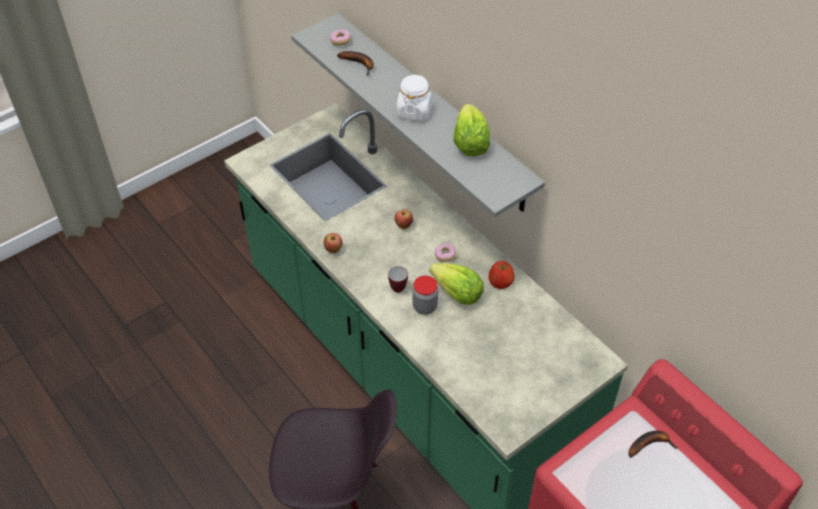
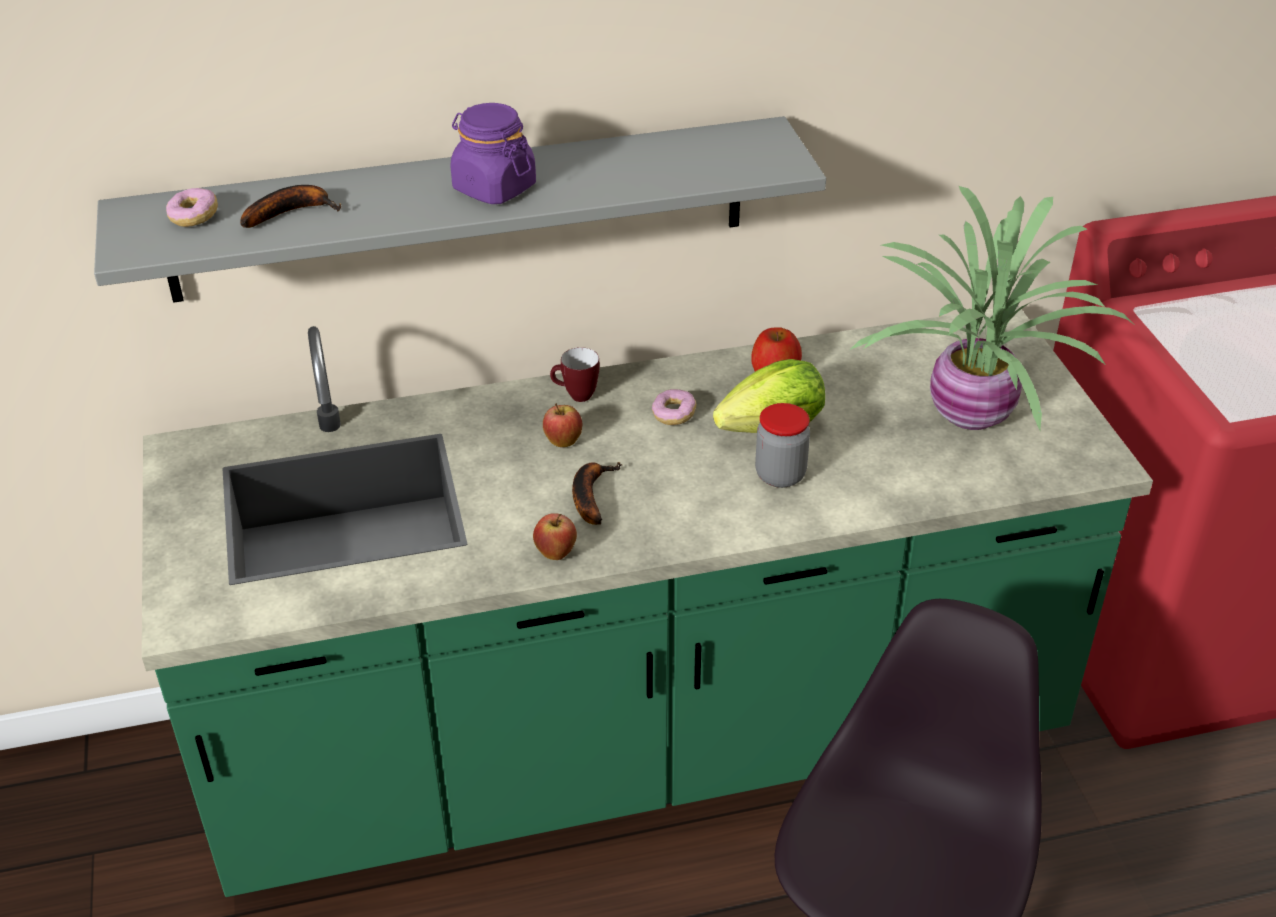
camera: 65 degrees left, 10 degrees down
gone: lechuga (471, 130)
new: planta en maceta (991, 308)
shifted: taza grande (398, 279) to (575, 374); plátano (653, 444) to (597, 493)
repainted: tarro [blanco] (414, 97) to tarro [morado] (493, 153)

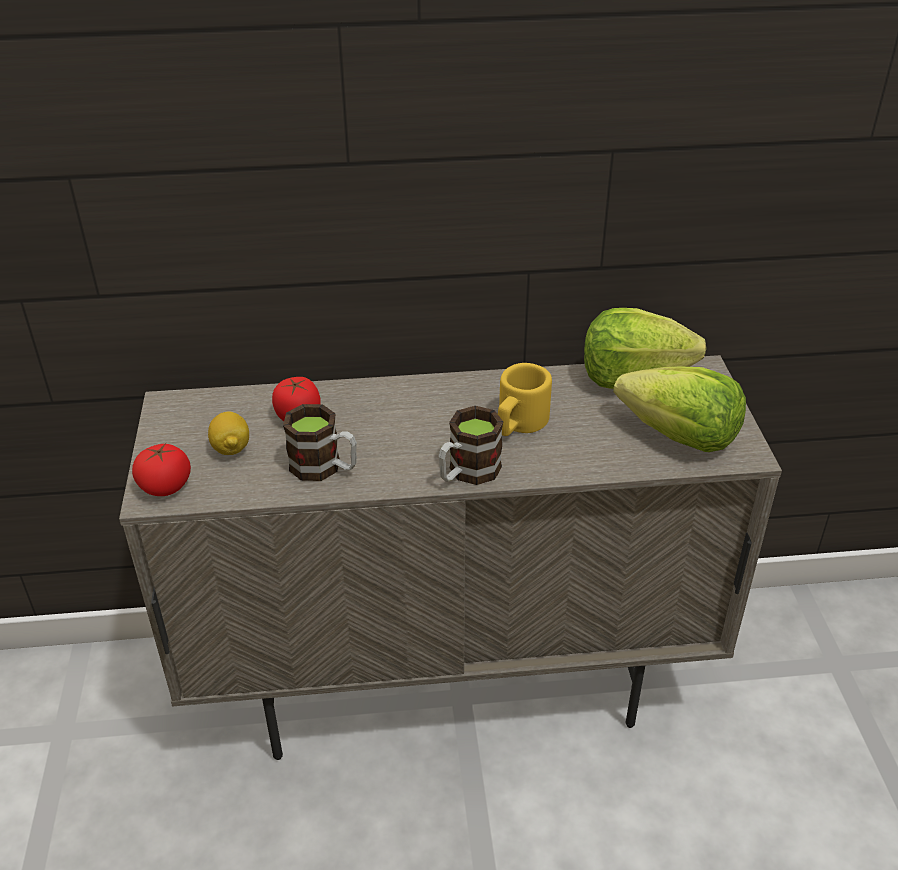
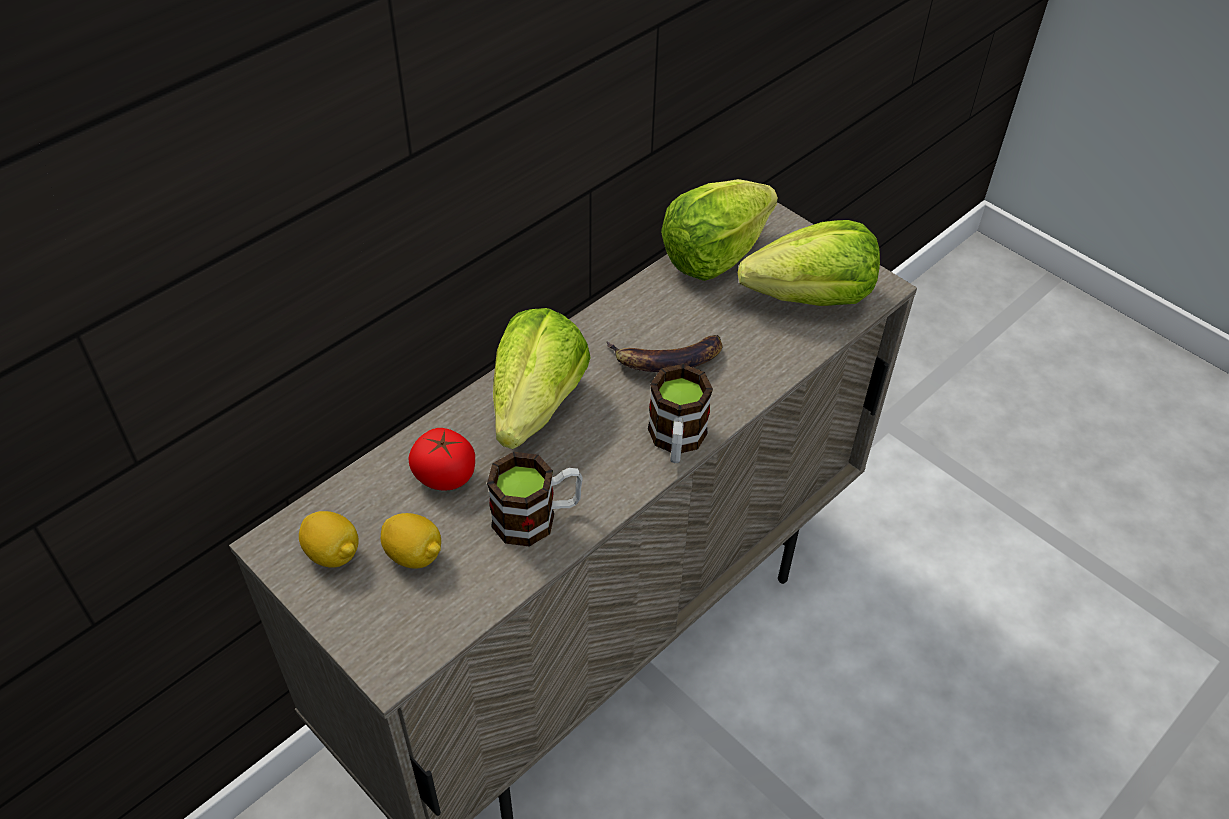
camera: 40 degrees left, 10 degrees up
gone: tomate (161, 469)
new: lechuga (542, 378); limón (329, 539)
swapped: taza grande [amarillo] (525, 399) to plátano (664, 353)

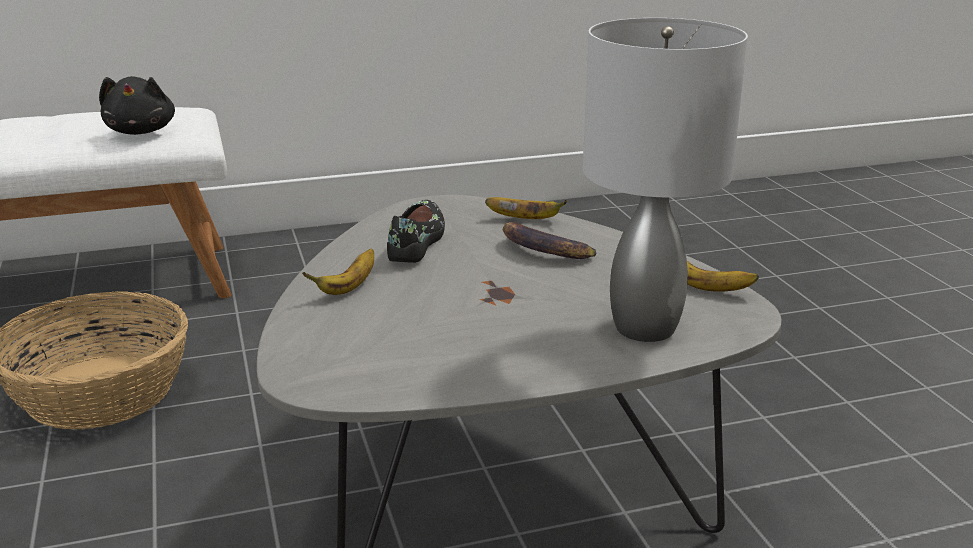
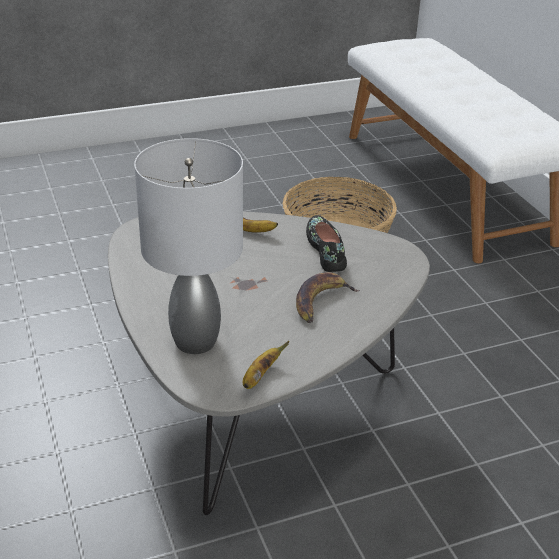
camera: 85 degrees right, 10 degrees up
gone: peluche [negro] (137, 105); plátano (526, 208)
rotated: zapato [negro] (416, 231) = (326, 243) 105 degrees counterclockwise

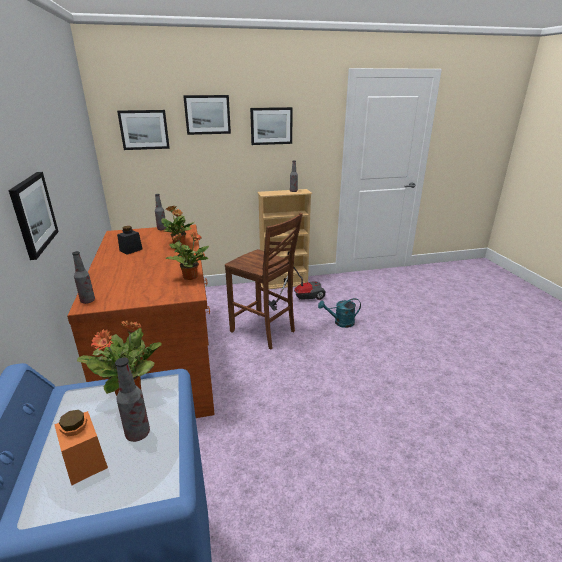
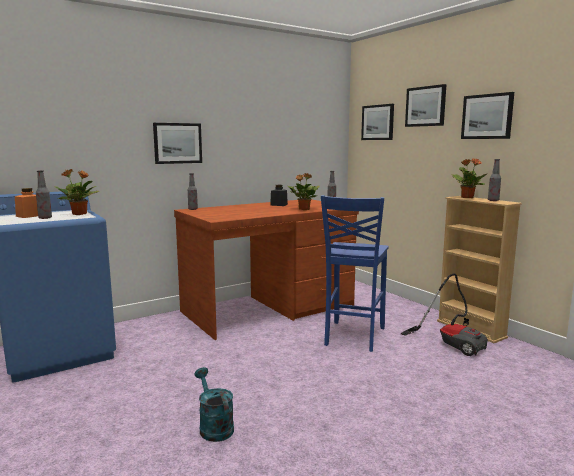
camera: 70 degrees right, 15 degrees down
shifted: planta en maceta (187, 256) to (469, 178); regadera [turquesa] (339, 313) to (214, 404)
repainted: silla [marrón] (264, 281) to silla [azul] (355, 273)

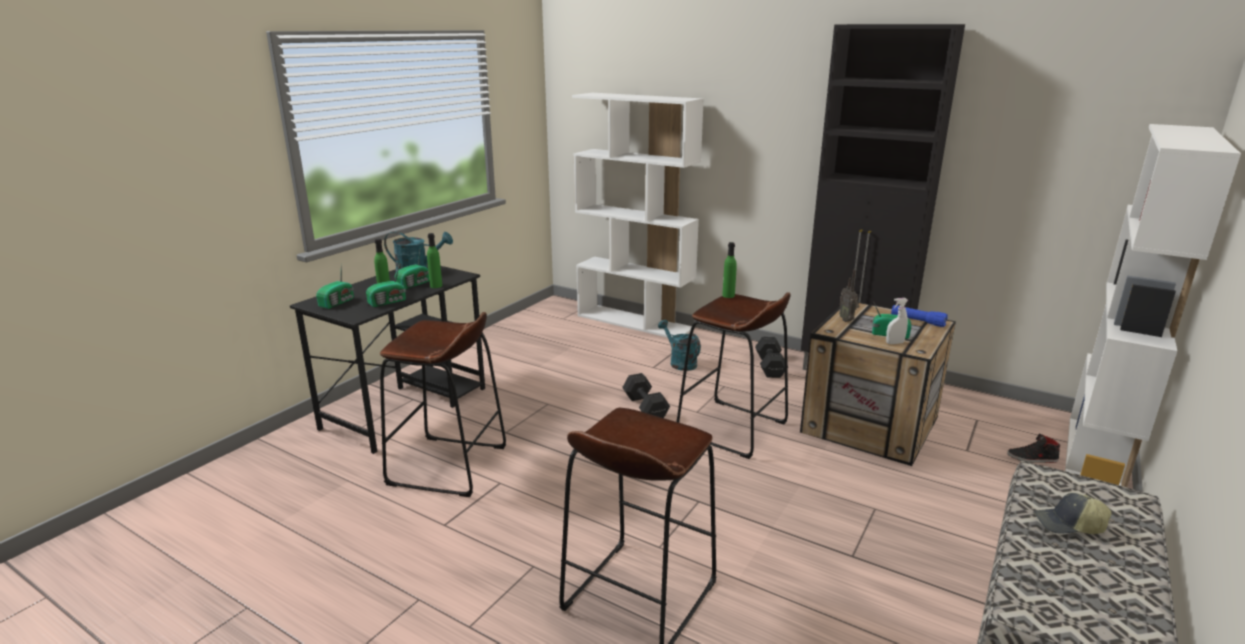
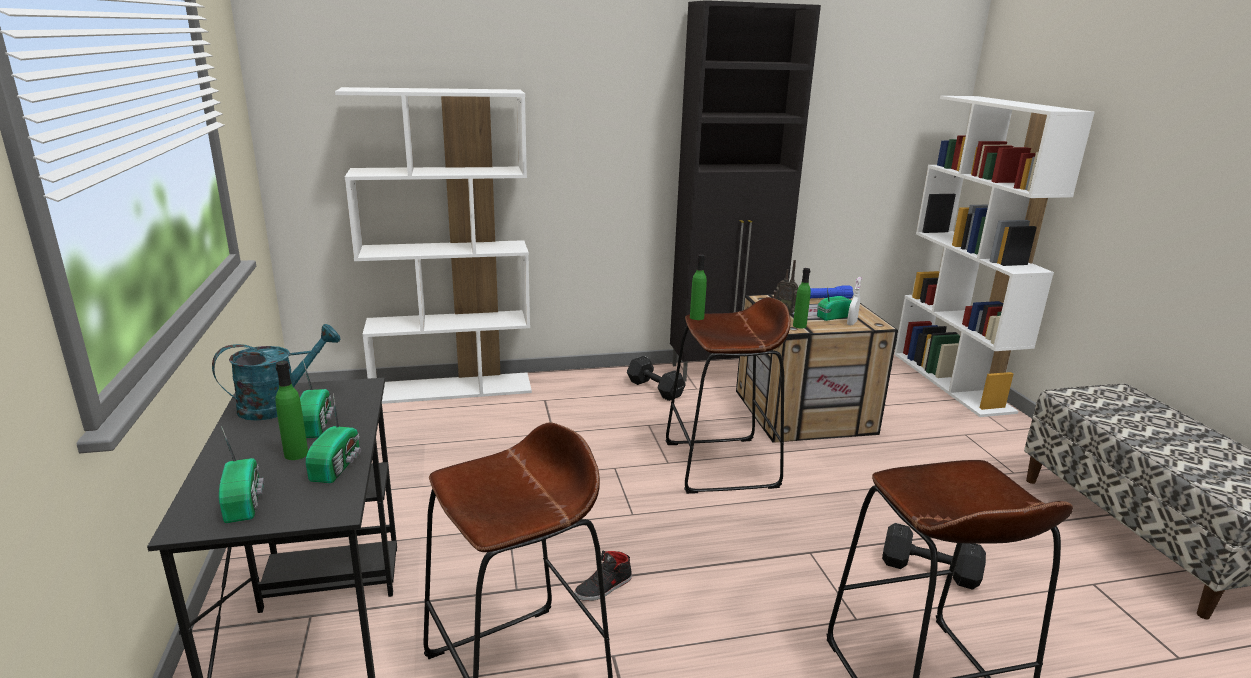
camera: 45 degrees left, 0 degrees up
gone: regadera [turquesa] (679, 345); gorra (1073, 513)
shifted: botella [verde] (434, 260) to (802, 298); mancuerna [negro] (646, 395) to (934, 556); zapato [negro] (1033, 448) to (603, 576)

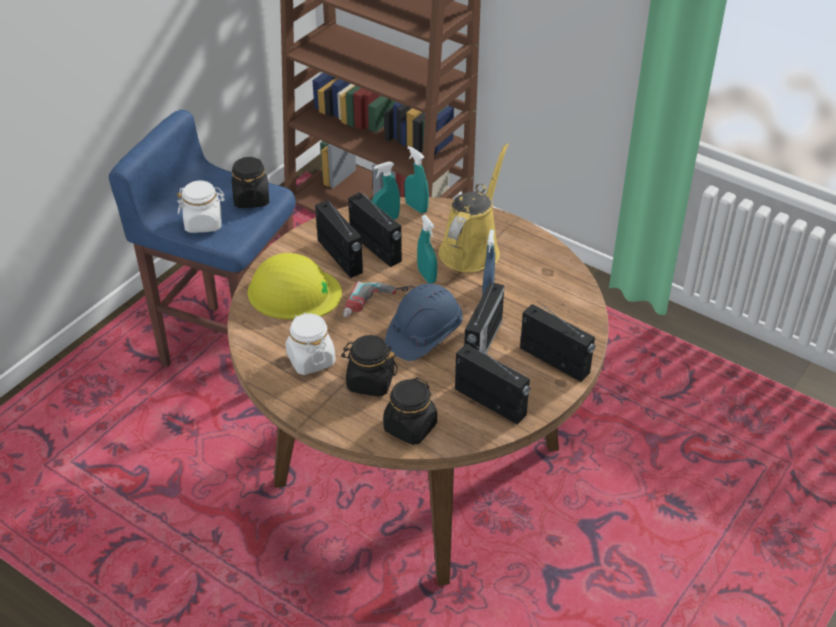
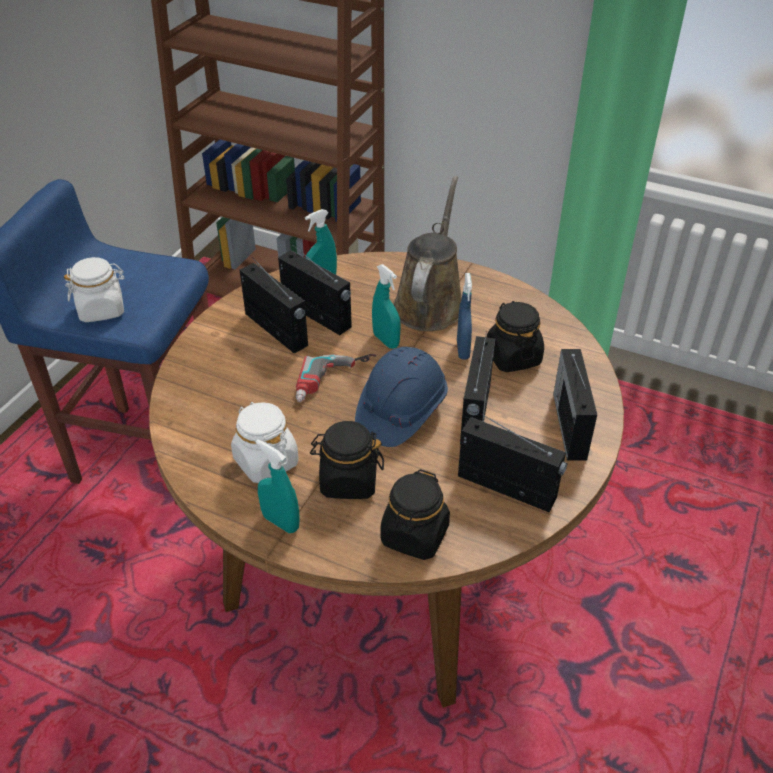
camera: 10 degrees left, 0 degrees up
gone: casco [amarillo] (295, 286)
shifted: pulverizador [turquesa] (417, 180) to (278, 486); tarro [negro] (250, 182) to (515, 336)
repainted: regadera [amarillo] (474, 208) to regadera [marrón] (427, 253)
rotated: radio (557, 341) = (575, 405) 120 degrees counterclockwise

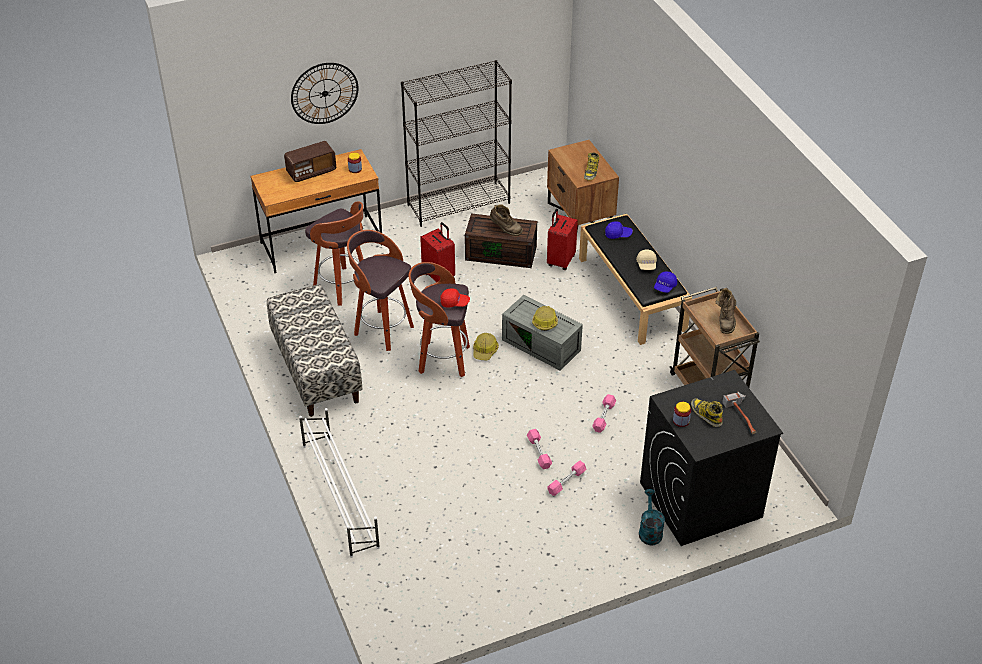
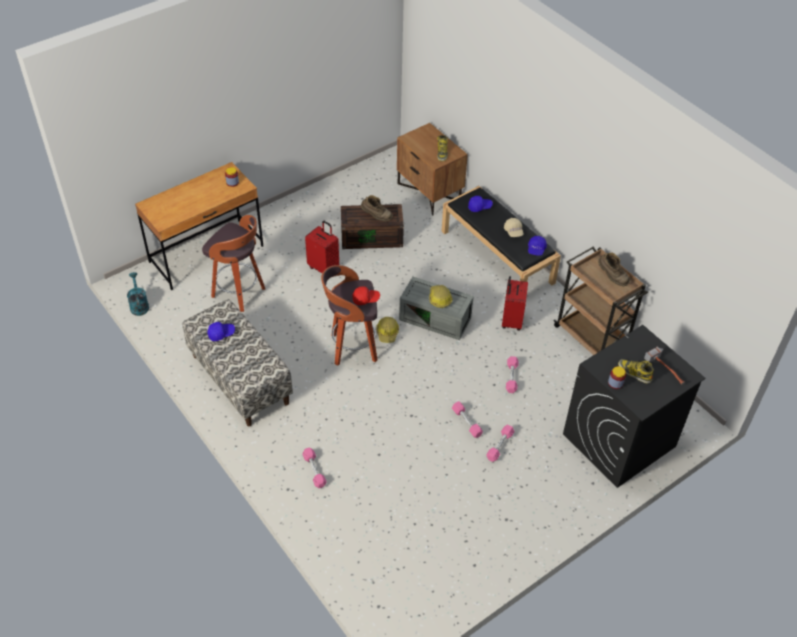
camera: 15 degrees left, 5 degrees up
gone: estantería [negro] (456, 143); reloj de pared (324, 93); radio (310, 161); taburete (380, 290); zapatero [blanco] (339, 483)
new: gorra [azul] (221, 331); mancuerna [rosa] (314, 468)
shifted: maleta [rojo] (562, 239) to (515, 303); regadera [turquesa] (652, 517) to (138, 294)
rotated: bota [marrón] (726, 311) = (614, 269) 45 degrees counterclockwise

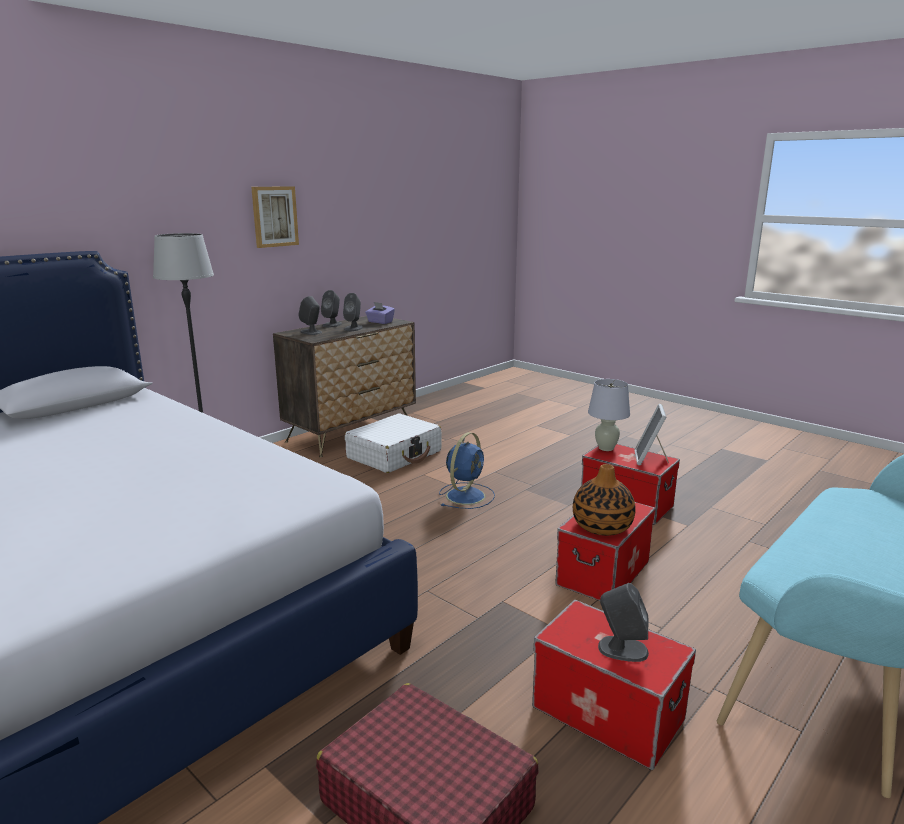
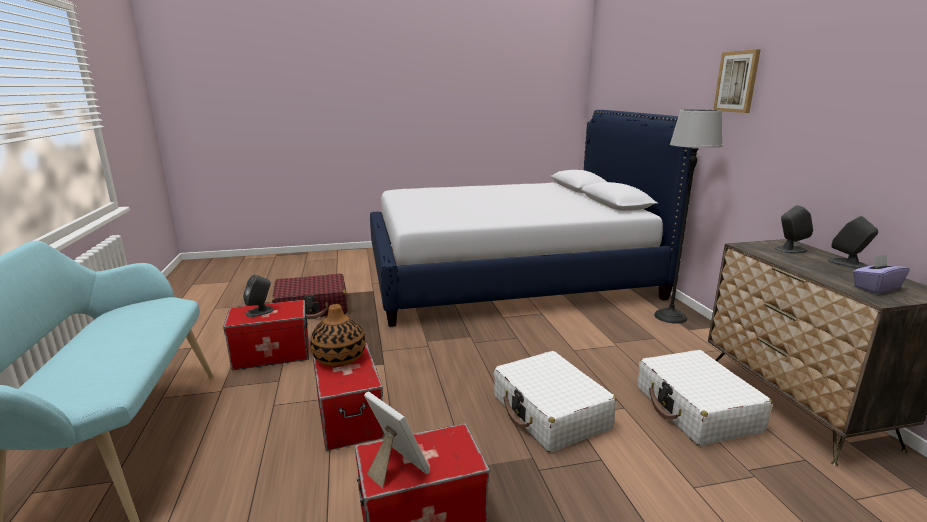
camera: 125 degrees right, 0 degrees up
gone: altavoz [gris] (353, 312); lámpara de mesa [blanco] (609, 415)
shifted: cuadro (275, 217) to (737, 81)
swapped: ventilador [azul] (467, 470) to maleta [blanco] (555, 402)

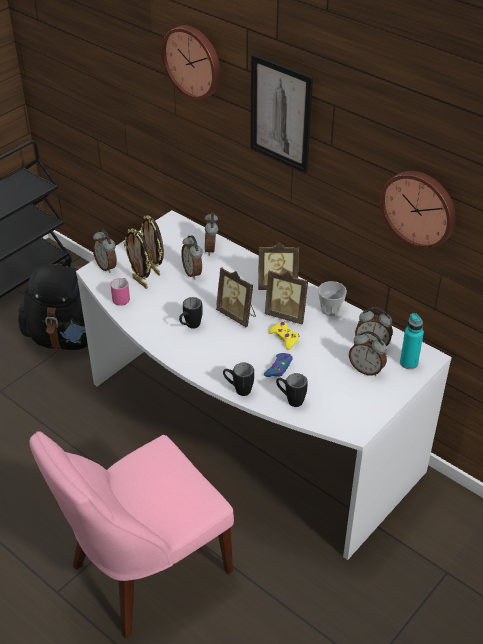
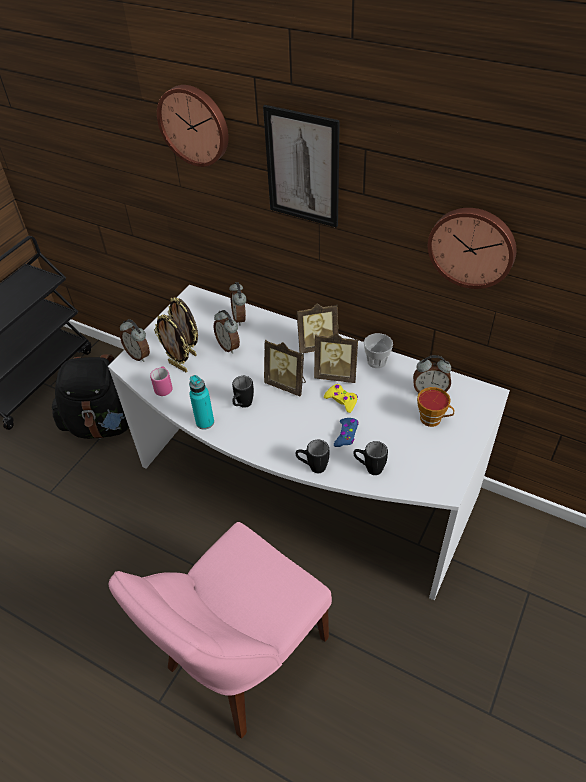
camera: 10 degrees left, 5 degrees up
shifted: botella [turquesa] (412, 341) to (201, 402)
swapped: despertador (368, 353) to taza (436, 407)

